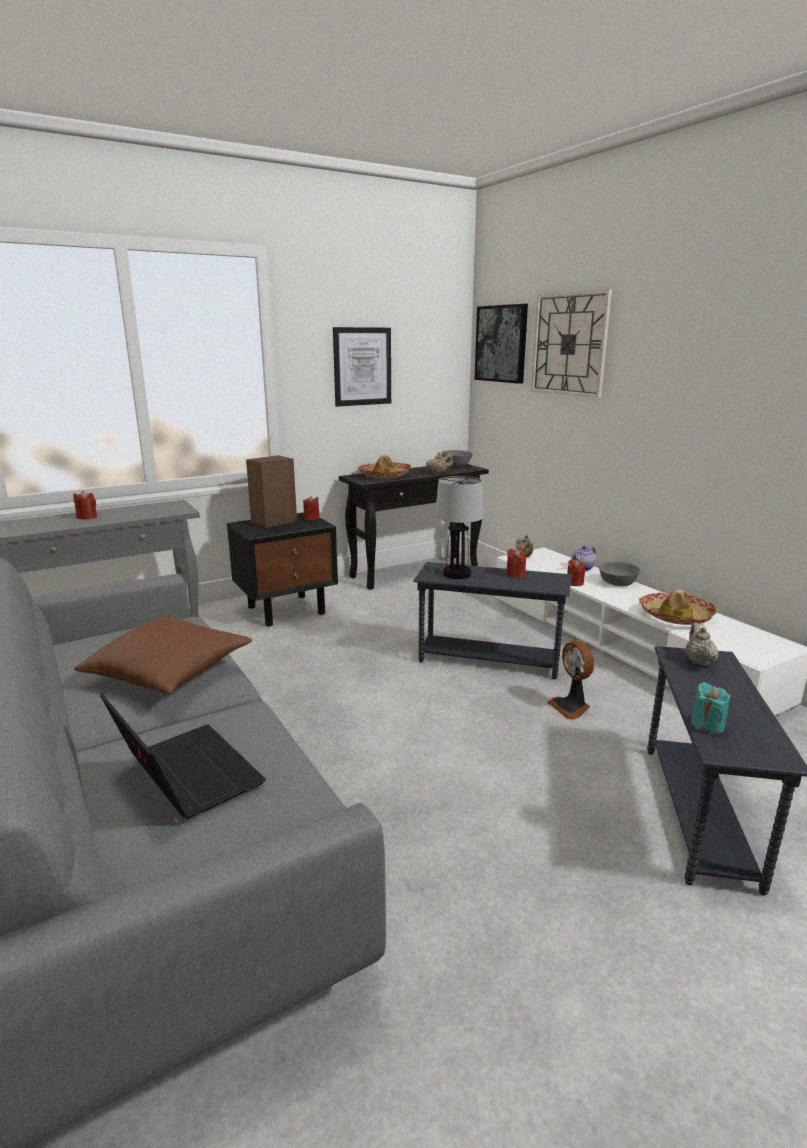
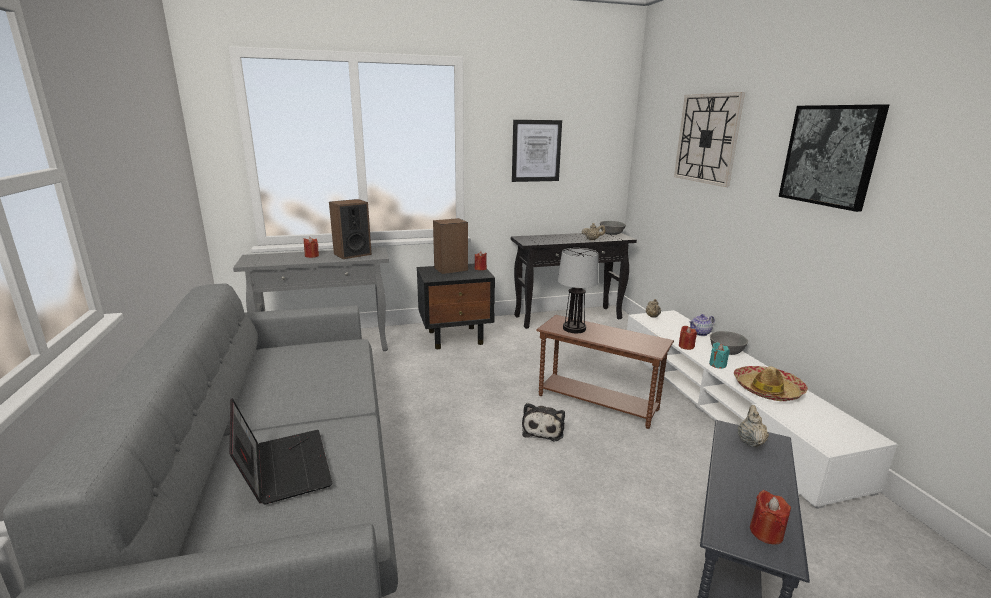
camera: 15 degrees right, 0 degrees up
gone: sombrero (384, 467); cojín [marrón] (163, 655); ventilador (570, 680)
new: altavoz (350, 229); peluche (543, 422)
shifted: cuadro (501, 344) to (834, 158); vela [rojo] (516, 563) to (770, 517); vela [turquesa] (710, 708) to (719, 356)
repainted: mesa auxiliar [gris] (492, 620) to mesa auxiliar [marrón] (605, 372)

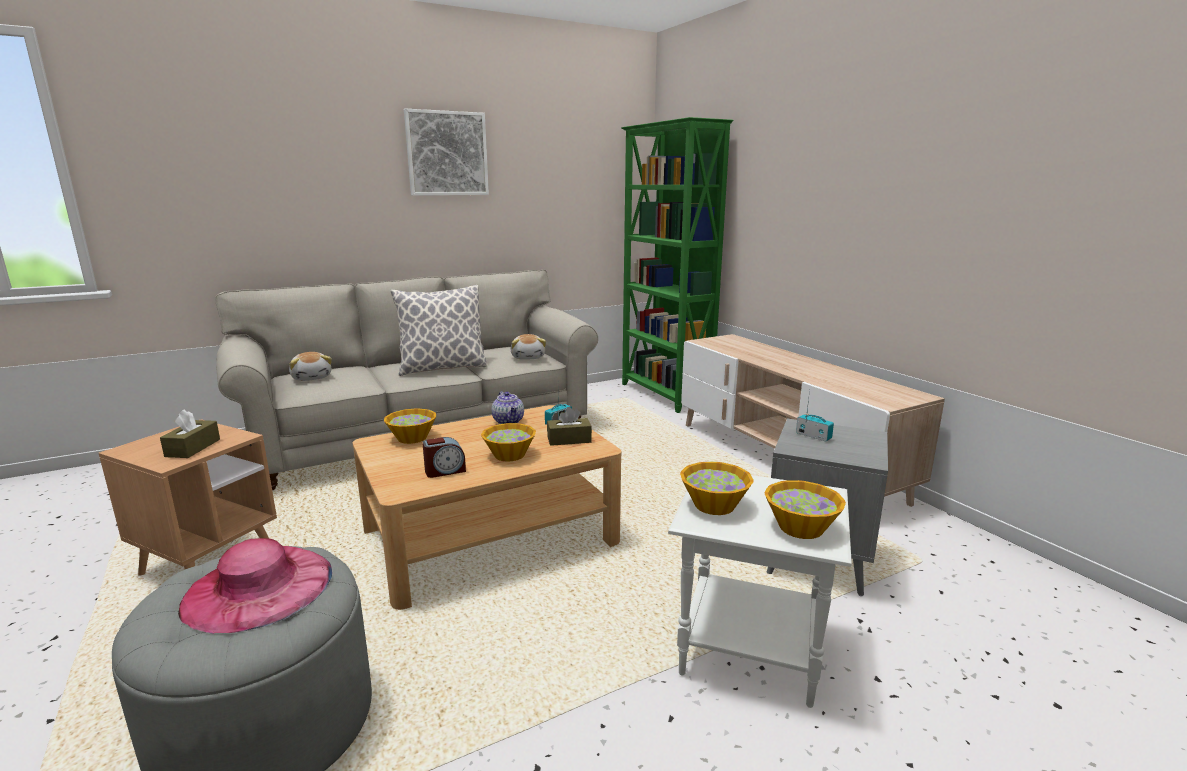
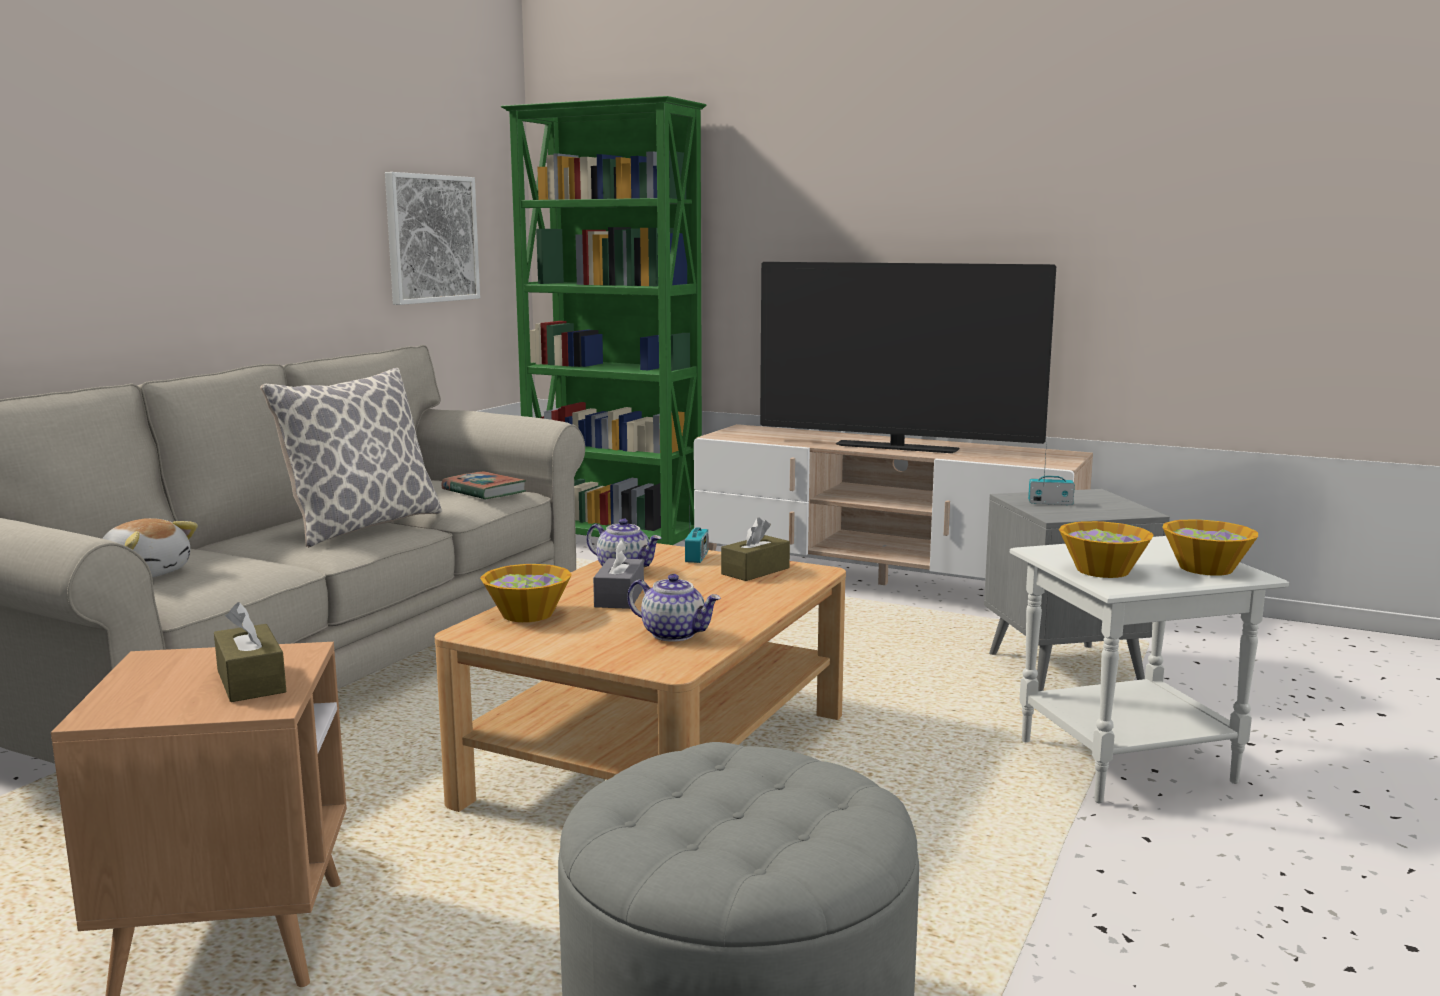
camera: 35 degrees left, 5 degrees down
gone: cuenco (508, 442); sombrero [rosa] (255, 586)
new: televisor (908, 357); caja de pañuelos [gris] (618, 574)
shifted: cuadro (446, 152) to (432, 238)
swapped: peluche (528, 347) to libro (484, 485); despertador (444, 457) to tetera (674, 608)

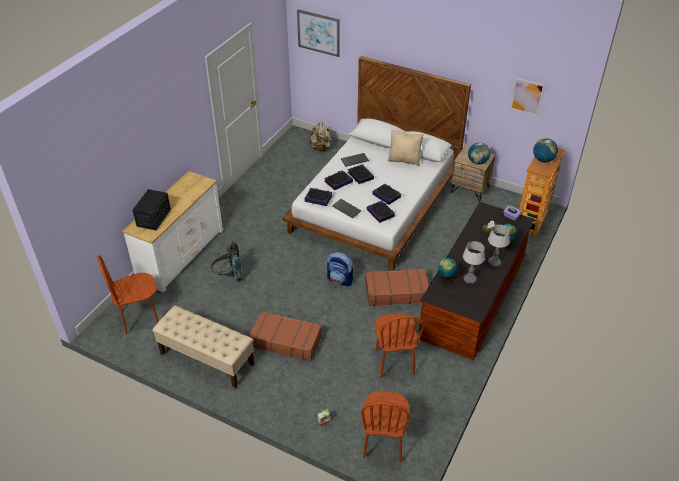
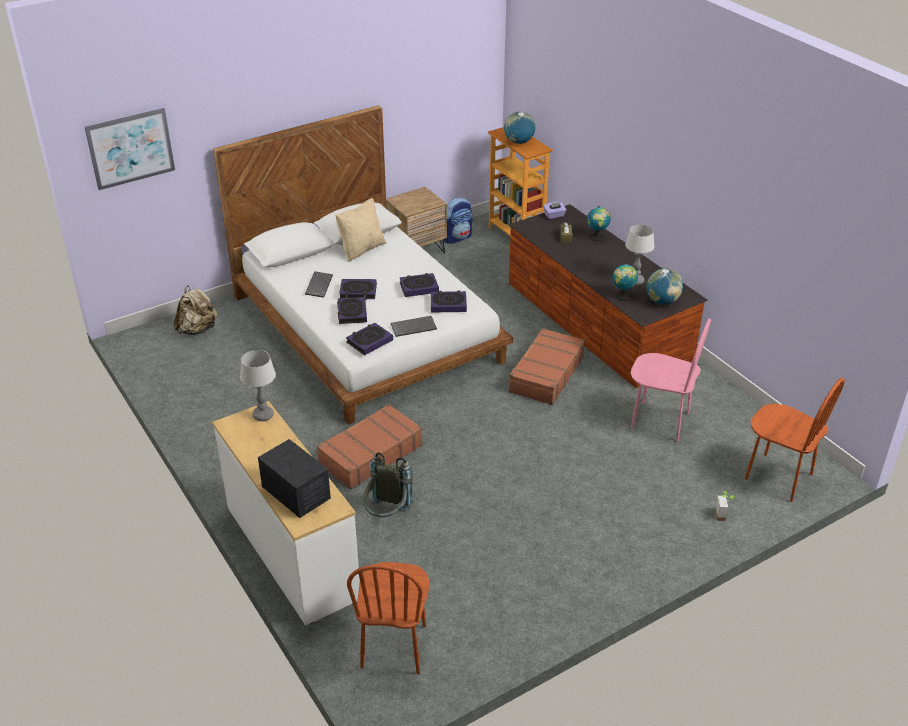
camera: 60 degrees left, 5 degrees down
gone: cuadro (527, 97); banco [beis] (203, 347)
shifted: globo terráqueo (479, 153) to (664, 286); lámpara de mesa (499, 246) to (258, 385); mochila (340, 269) to (458, 220); maleta [marrón] (285, 336) to (370, 447)
repainted: silla [marrón] (399, 346) to silla [rosa] (671, 380)

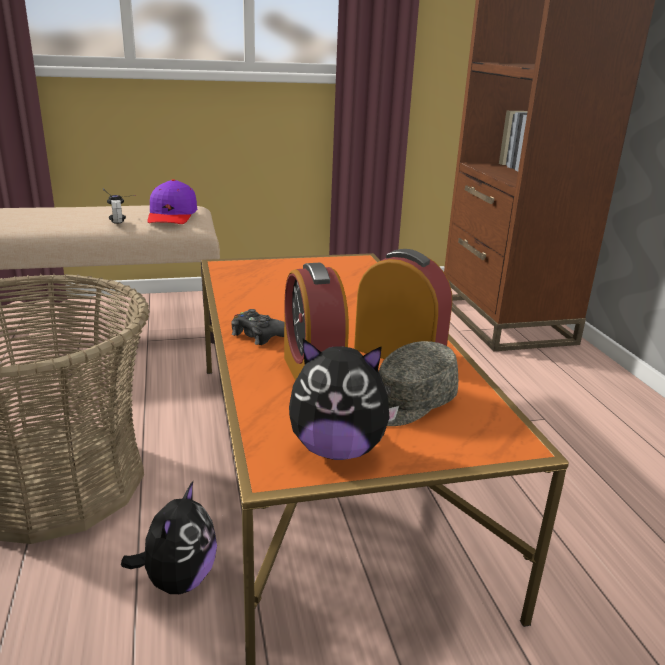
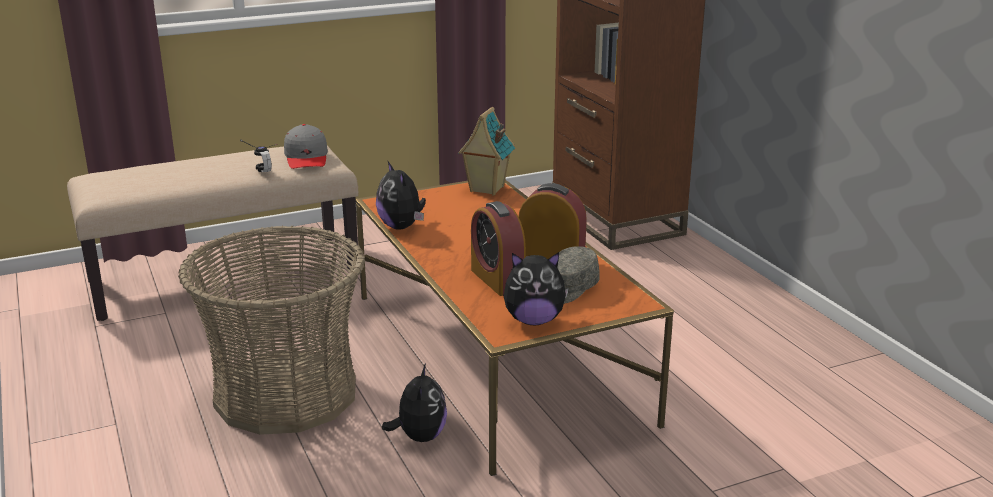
camera: 10 degrees left, 0 degrees up
gone: mando de consola [negro] (257, 327)
new: casita (486, 151); peluche (401, 196)
repainted: gorra [morado] (172, 201) to gorra [gris] (306, 146)

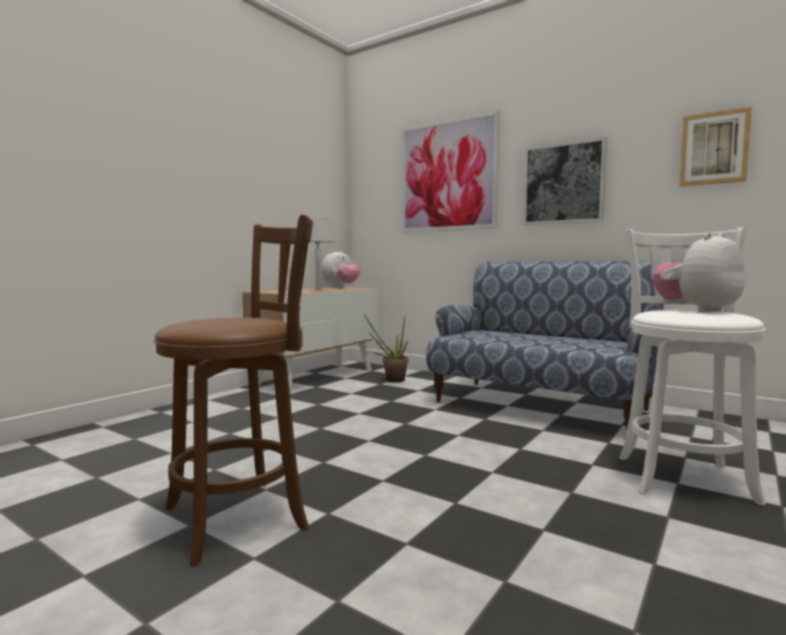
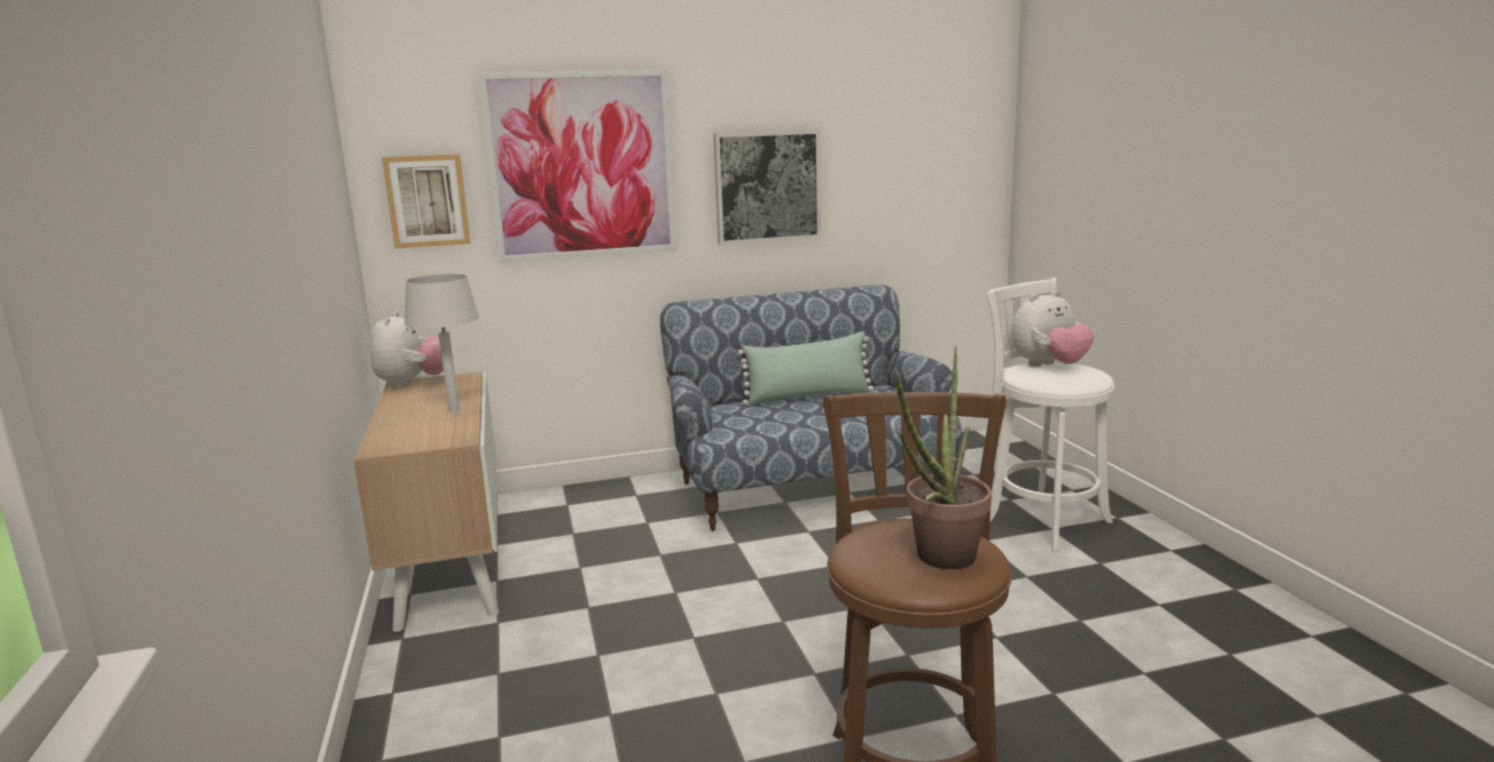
camera: 50 degrees left, 10 degrees up
new: cojín [verde] (806, 368)
shifted: cuadro (715, 146) to (426, 201); planta en maceta (386, 347) to (944, 457)
rotated: peluche (699, 272) = (1052, 329) 120 degrees counterclockwise

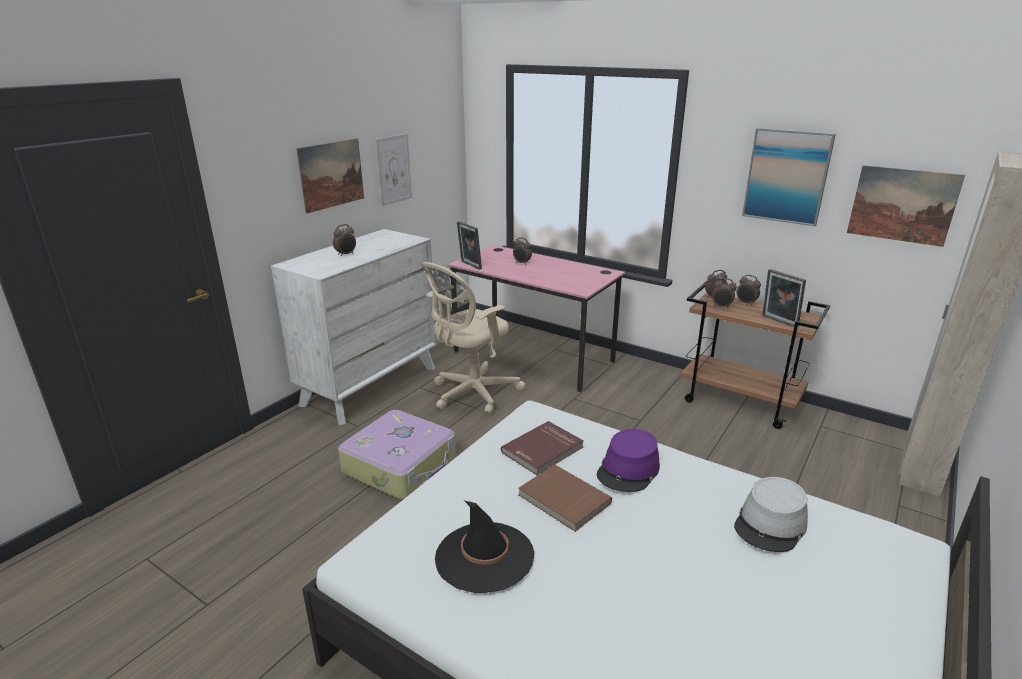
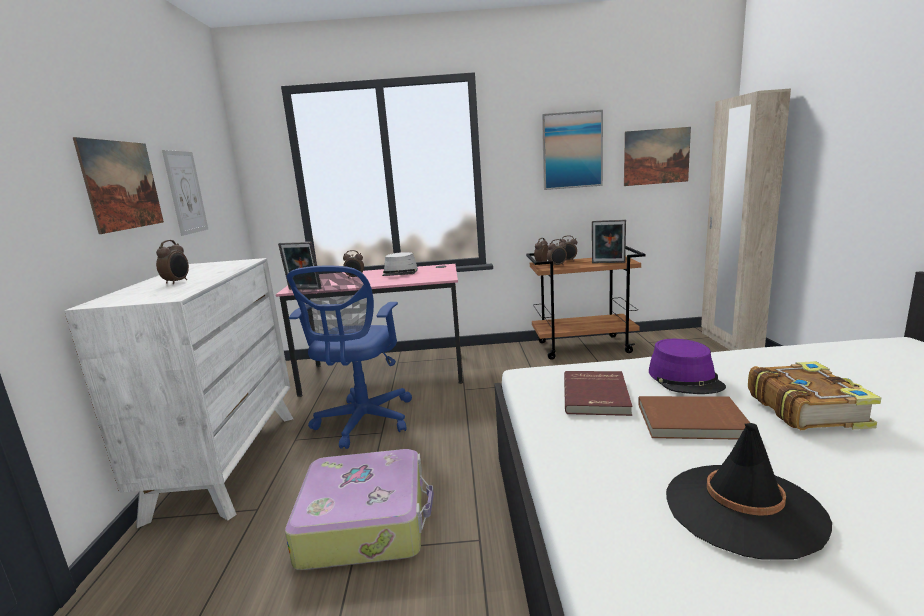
camera: 35 degrees left, 10 degrees down
new: libro (814, 395)
shifted: sombrero [gris] (771, 514) to (400, 264)
repainted: silla de oficina [beis] (473, 338) to silla de oficina [azul] (349, 357)

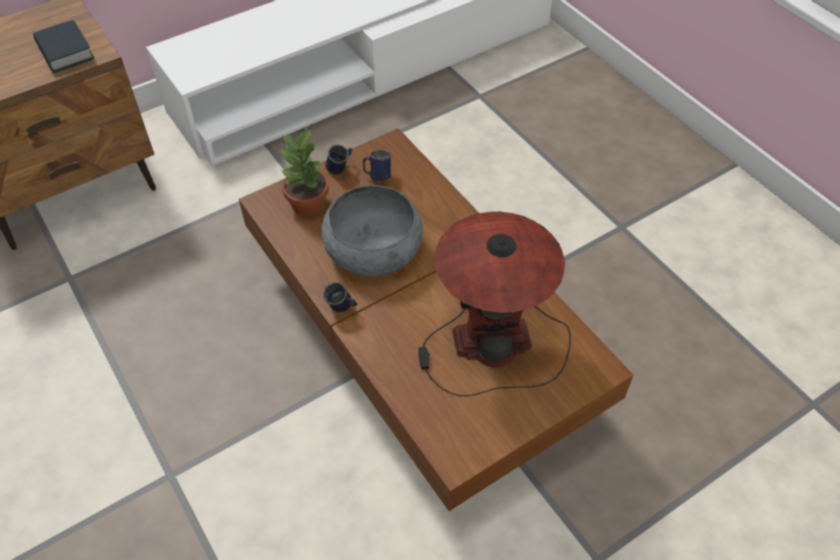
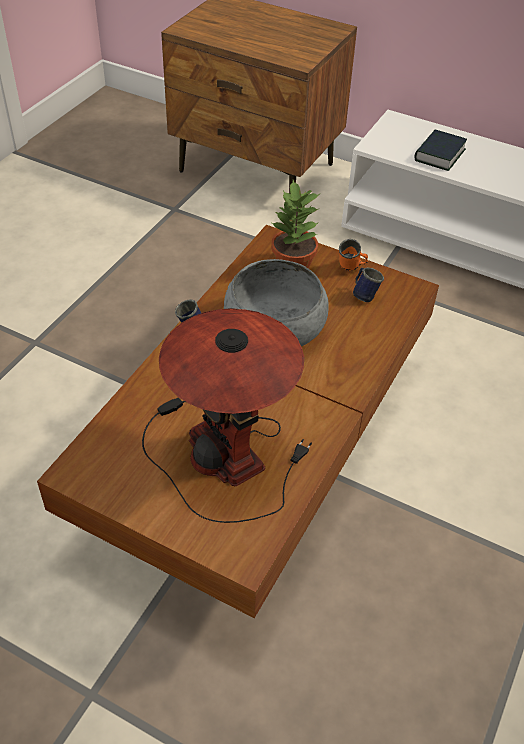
camera: 60 degrees right, 5 degrees down
shifted: libro (63, 46) to (441, 150)
repainted: taza grande [azul] (338, 160) to taza grande [naranja] (353, 255)

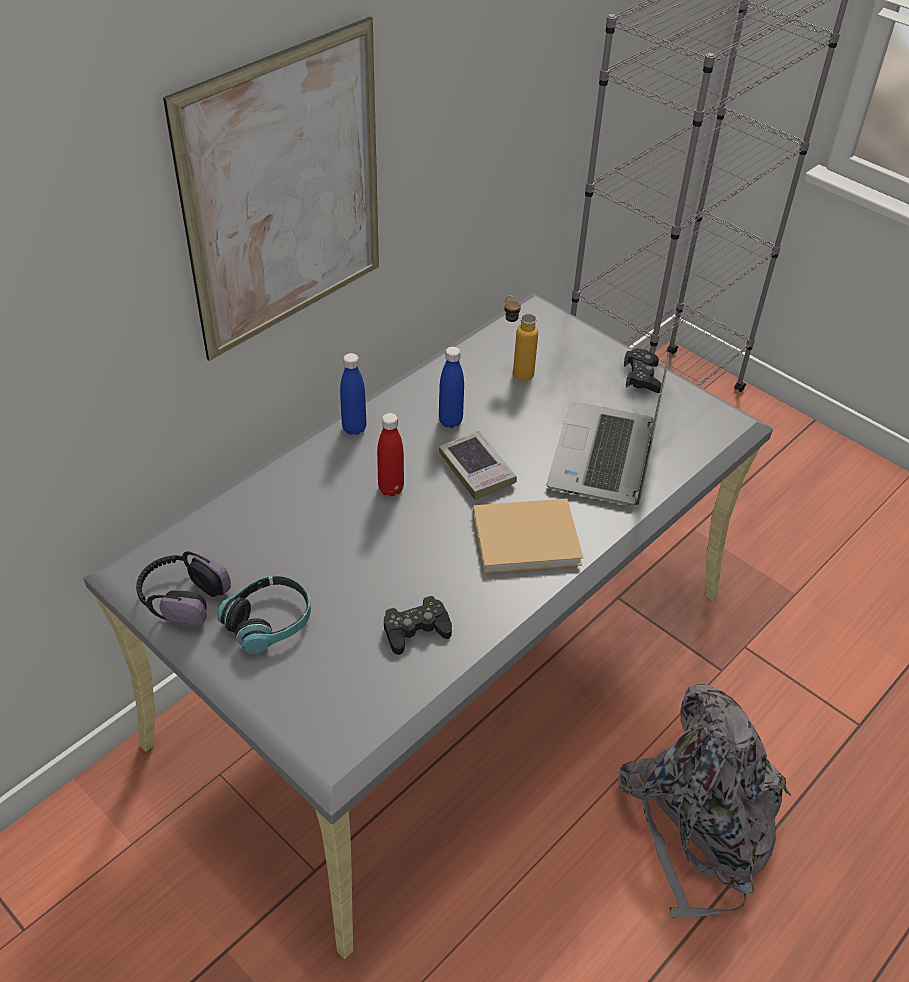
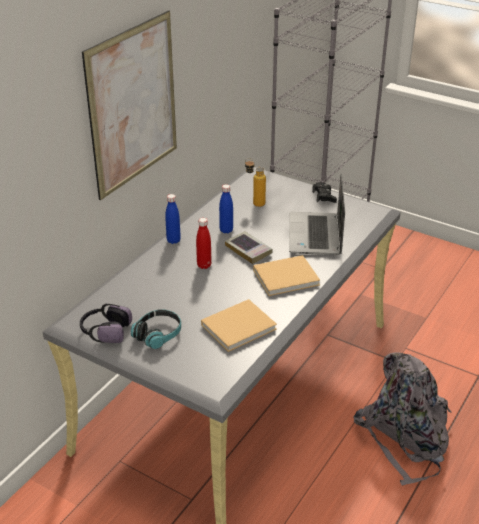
camera: 10 degrees left, 10 degrees down
swapped: mando de consola [negro] (418, 625) to libro [beis] (239, 325)

